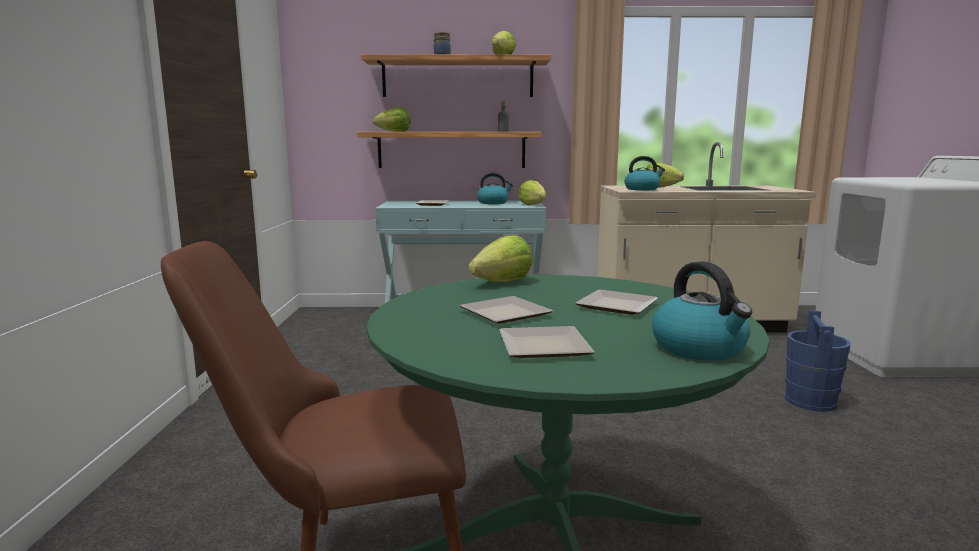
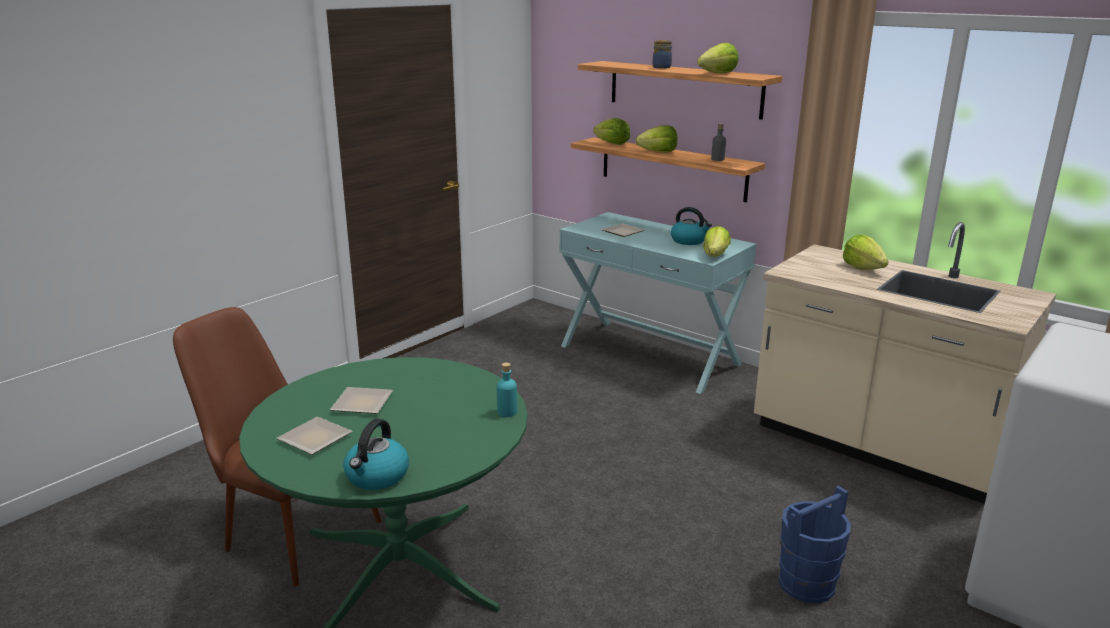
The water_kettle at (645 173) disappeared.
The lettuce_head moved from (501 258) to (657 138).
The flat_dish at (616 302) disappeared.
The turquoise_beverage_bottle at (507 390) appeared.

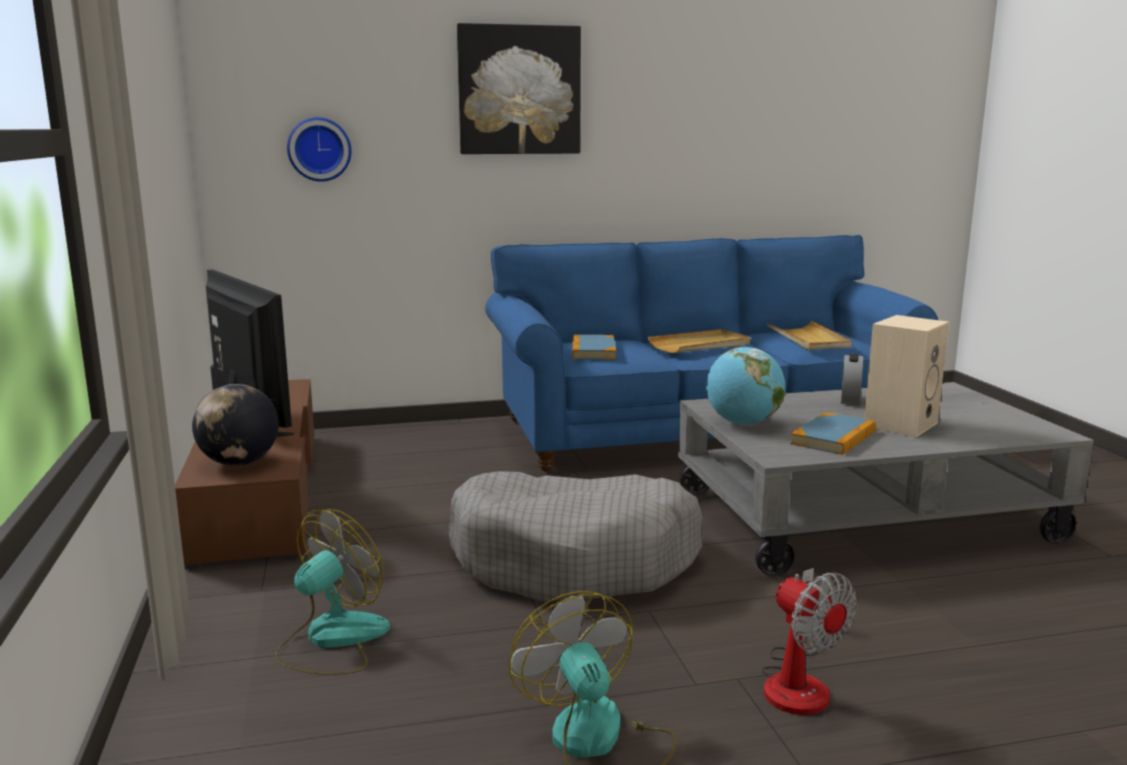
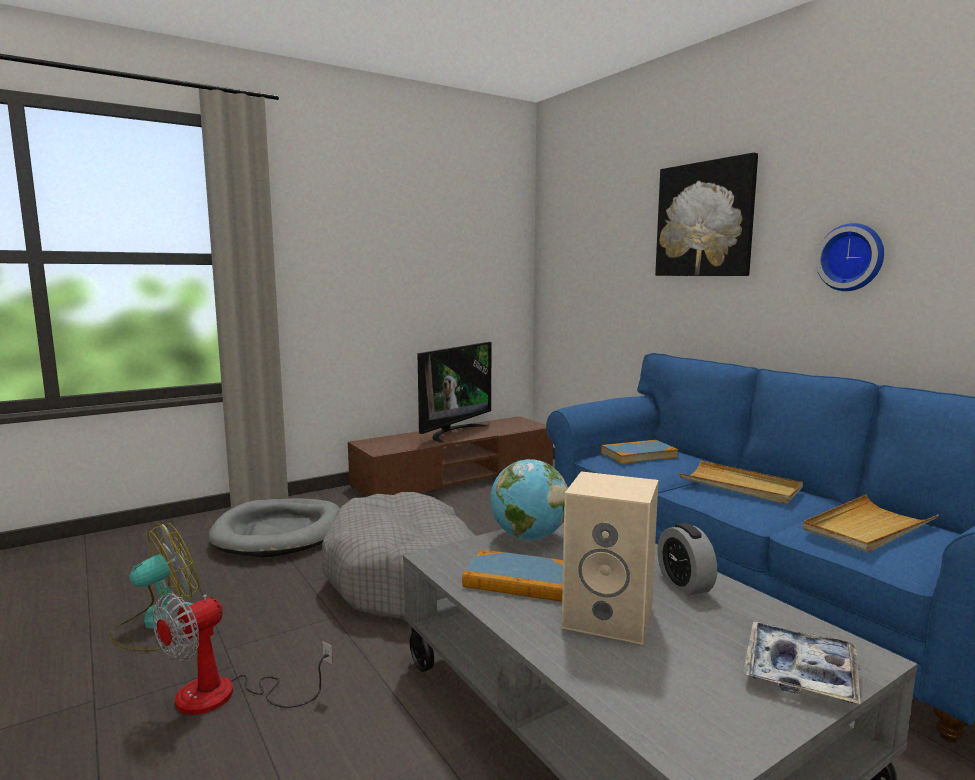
The wall_clock moved from (319 149) to (850 257).
The alarm_clock at (852 379) turned 75 degrees clockwise.
The desk_globe at (235 425) disappeared.
The cooling_fan at (332 592) was replaced by the greyish_dog_cushion at (274 527).
The carrying_tray at (802 662) appeared.

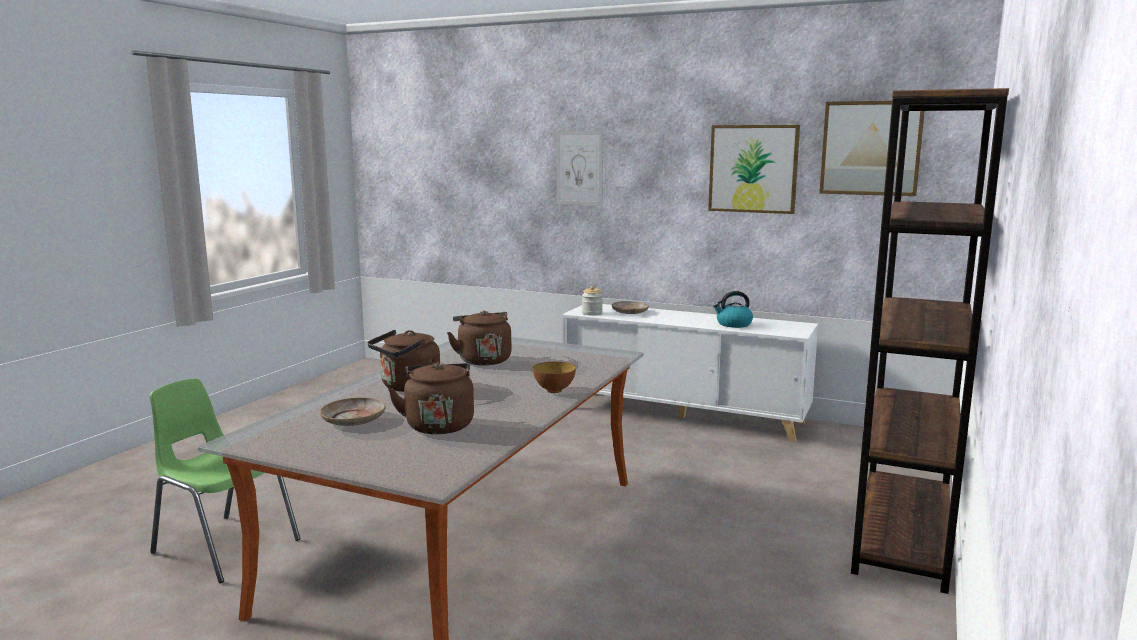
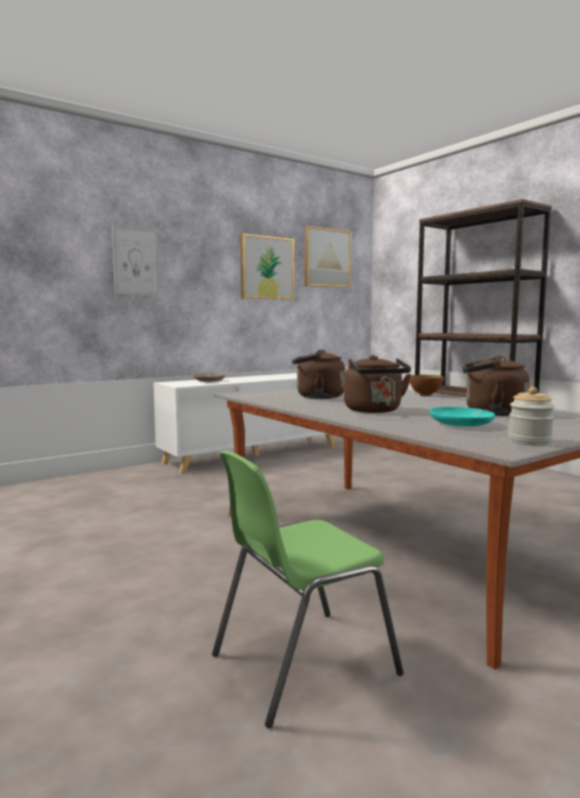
The storage_jar moved from (592 300) to (531 416).
The water_kettle at (733 309) disappeared.
The beige-coloured_flat_dish at (353 411) became the turquoise_flat_dish at (462 417).

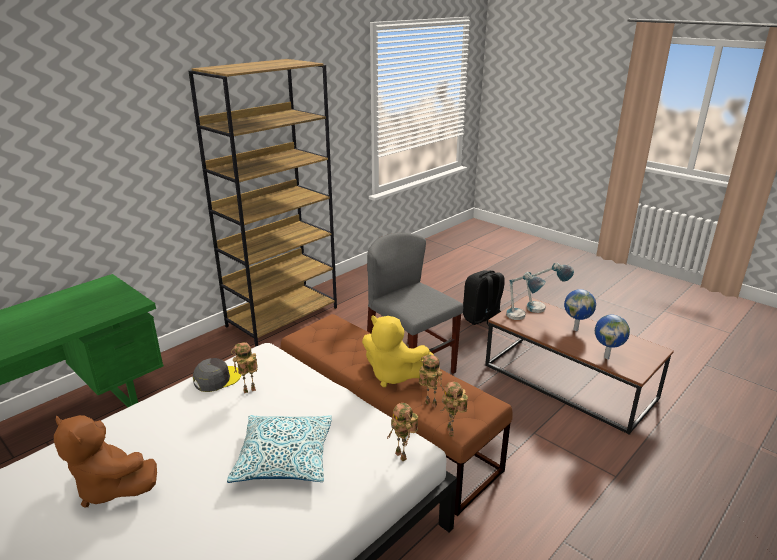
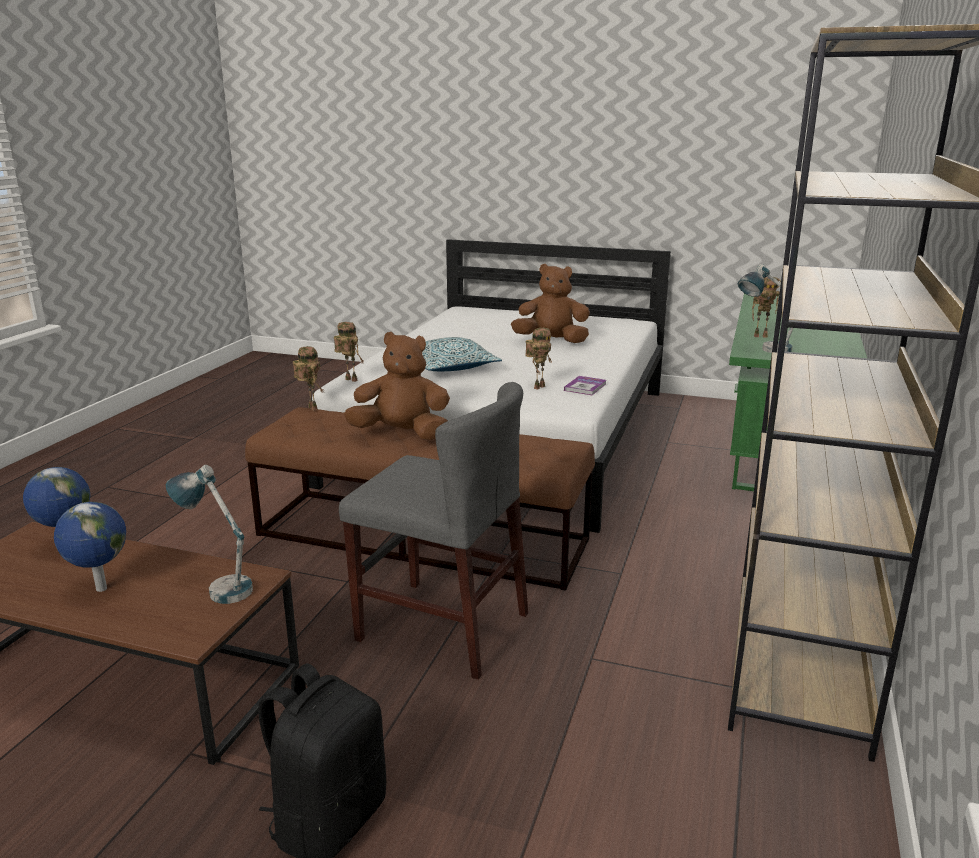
The tabletop_lamp moved from (550 288) to (765 308).
The yellow-coloured_soft_toy at (397 351) became the brown-coloured_soft_toy at (397 386).
The toy_robot moved from (431 380) to (766 307).
The greyish_peaked_cap at (217 375) was replaced by the book at (585 385).

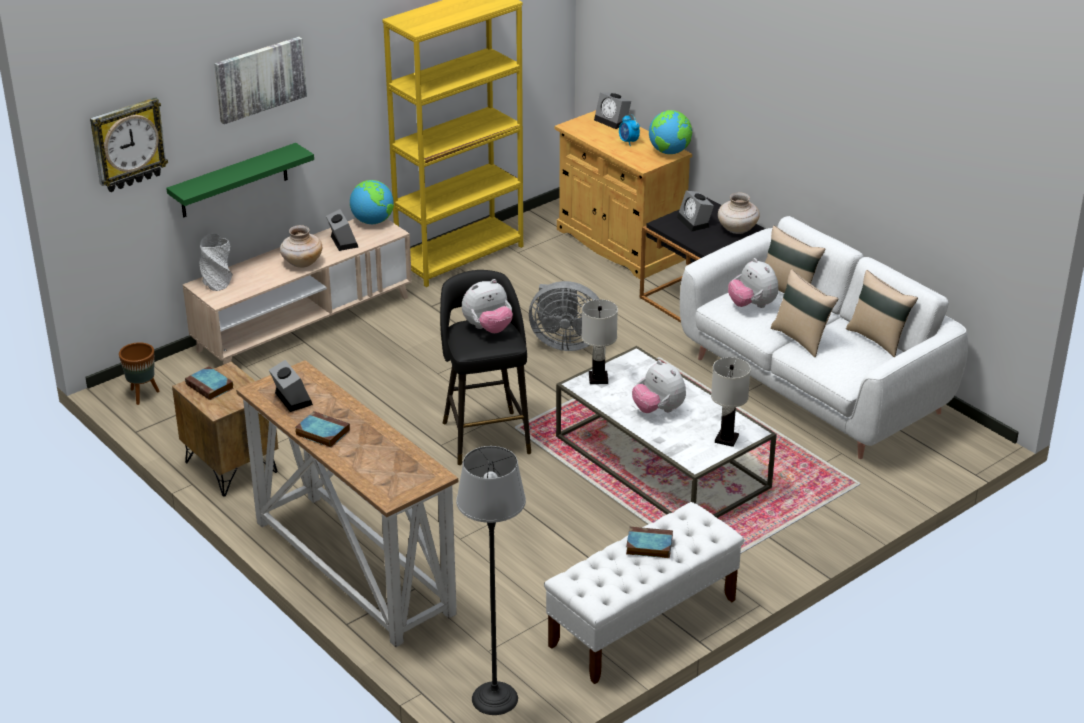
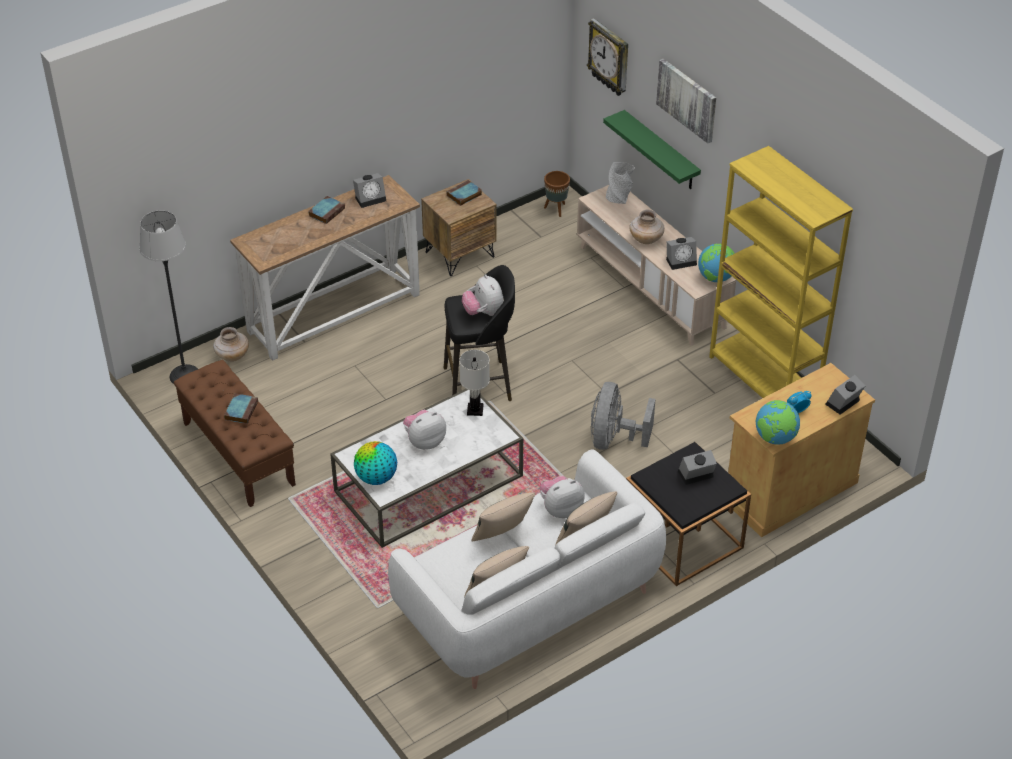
The beige-coloured_decorative_vase moved from (739 213) to (231 344).
The white-coloured_tabletop_lamp at (731 402) was replaced by the desk_globe at (375 463).
The white-coloured_long_seat at (644 593) became the brown-coloured_long_seat at (235 433).

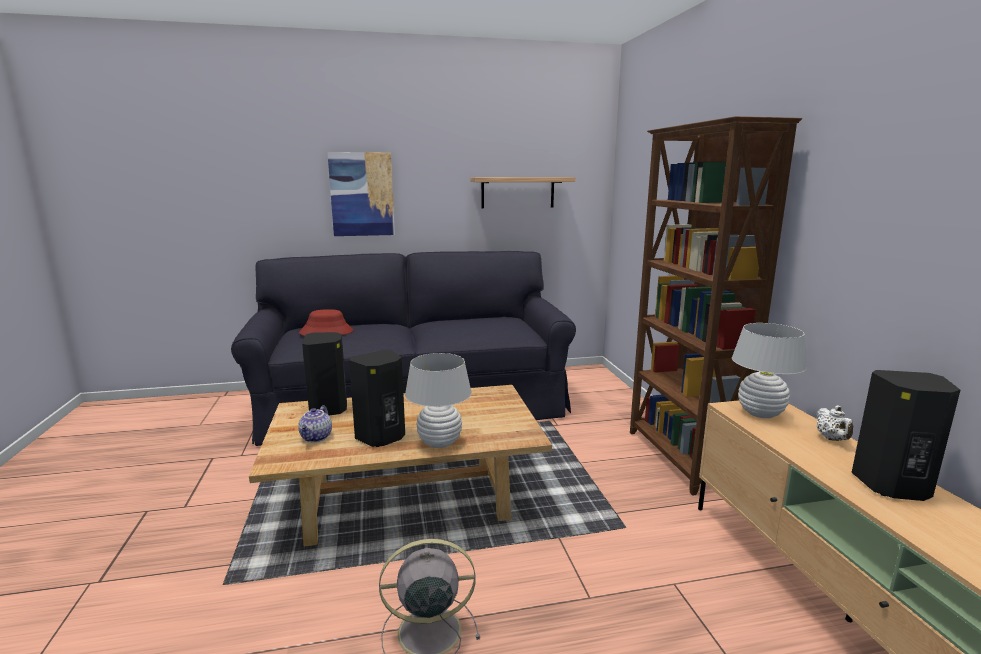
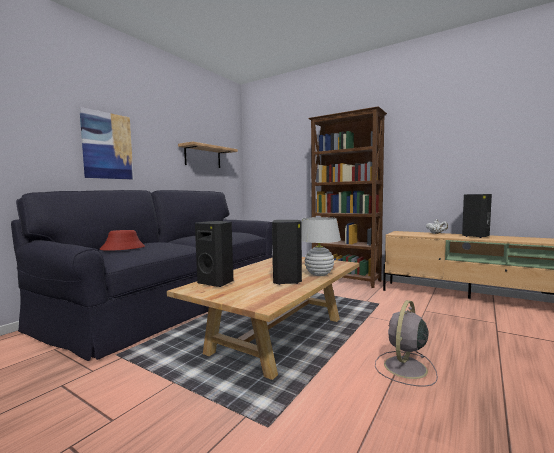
The white-coloured_tabletop_lamp at (769 370) disappeared.
The tea_pot at (315 423) disappeared.

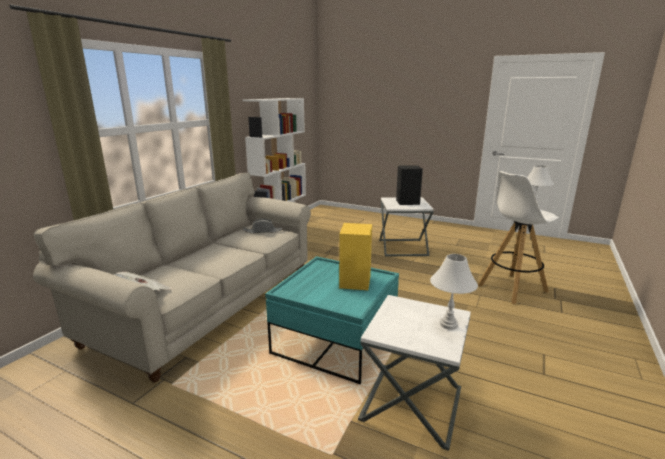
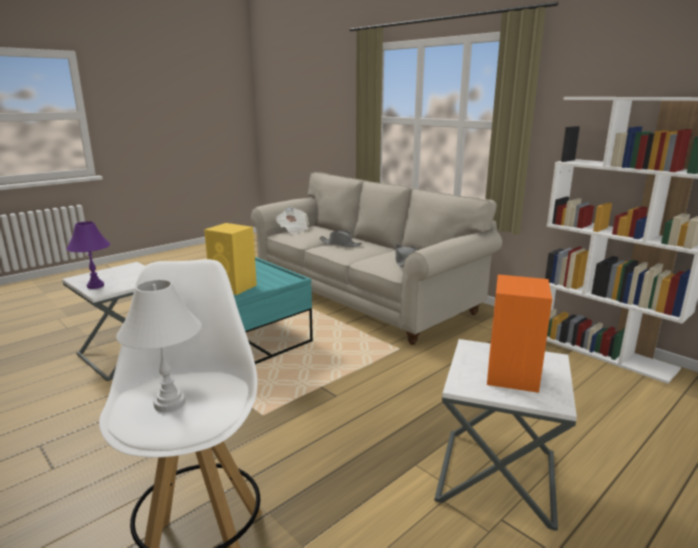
The blackish_audio_speaker at (409 185) became the orange_audio_speaker at (519 333).
The white-coloured_tabletop_lamp at (454 292) became the purplish_tabletop_lamp at (88 255).
The greyish_hat at (340 238) appeared.

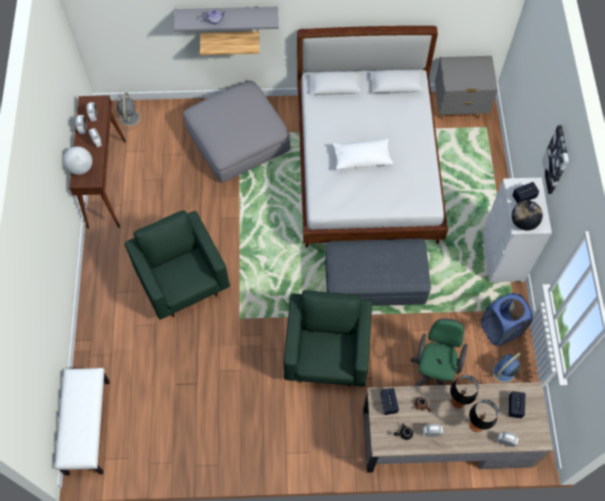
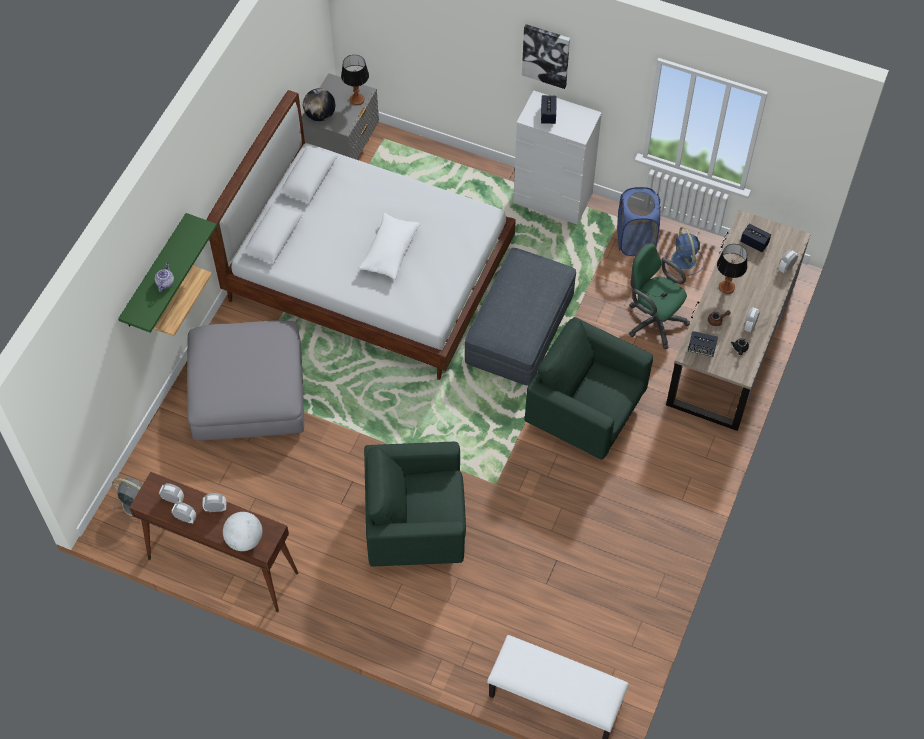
The greyish_bracket_shelf at (226 19) became the green-coloured_bracket_shelf at (167 273).
The desk_globe moved from (527 215) to (319 104).
The tabletop_lamp moved from (483 416) to (355 80).

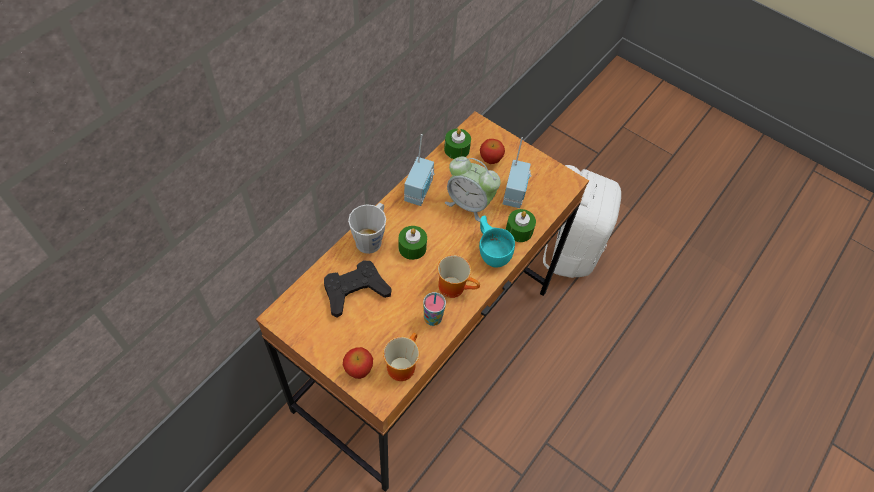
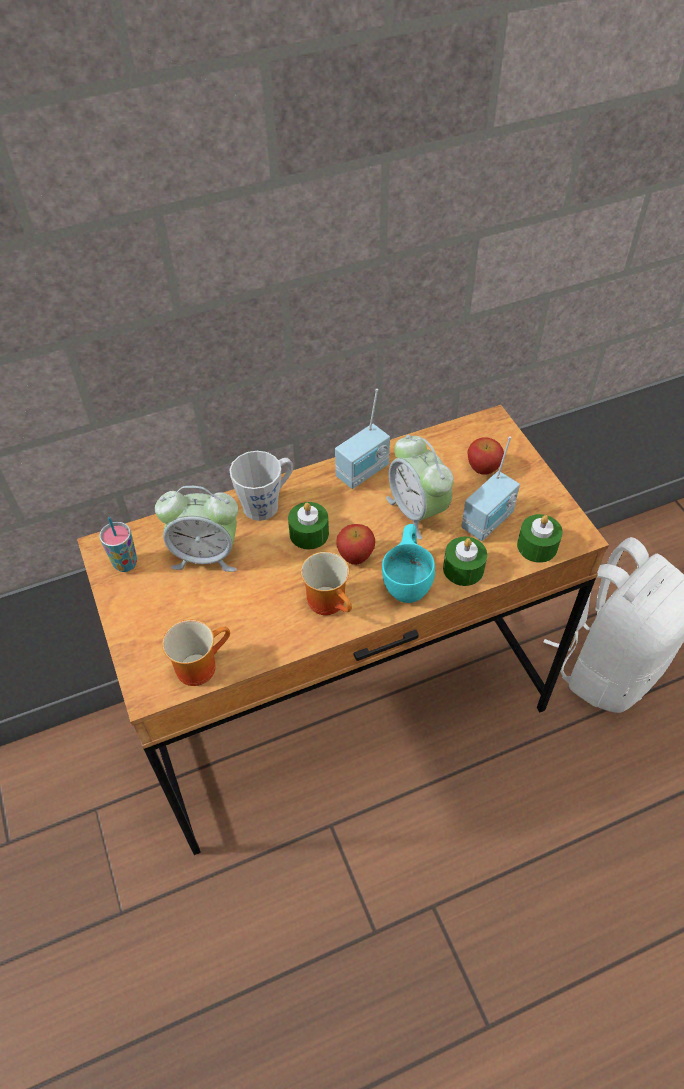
The green-coloured_wax_light moved from (457 143) to (540 538).
The blackish_game_controller at (358 289) was replaced by the alarm_clock at (196 529).
The drinking_cup moved from (434 309) to (118 544).
The apple moved from (358 363) to (355 544).

